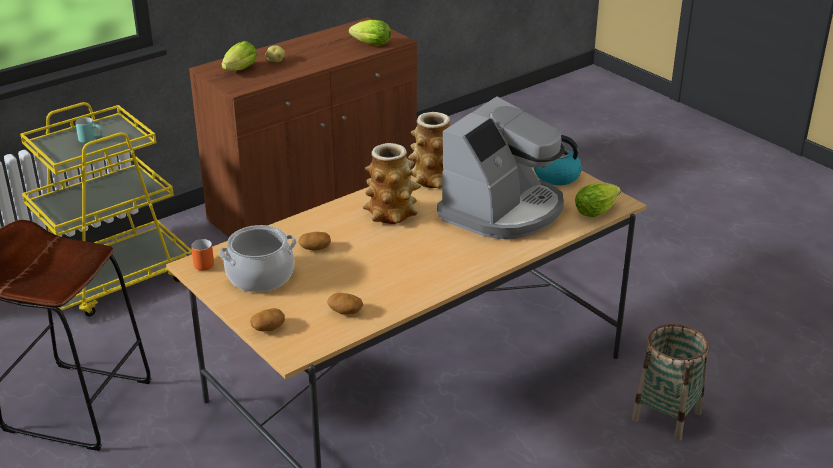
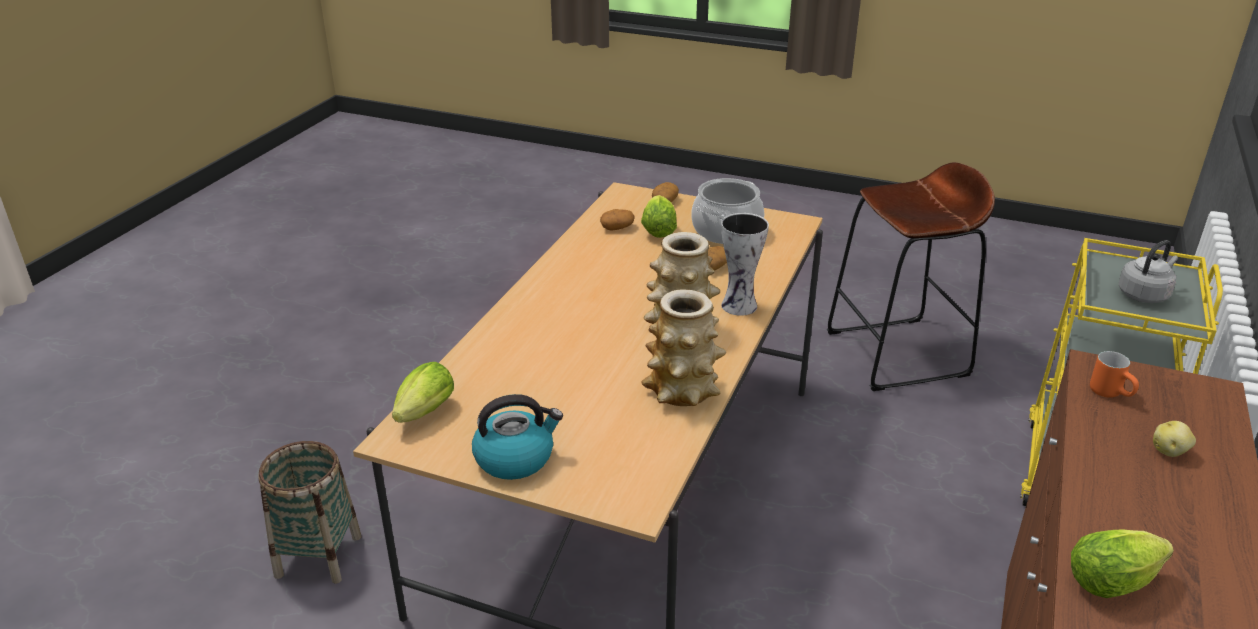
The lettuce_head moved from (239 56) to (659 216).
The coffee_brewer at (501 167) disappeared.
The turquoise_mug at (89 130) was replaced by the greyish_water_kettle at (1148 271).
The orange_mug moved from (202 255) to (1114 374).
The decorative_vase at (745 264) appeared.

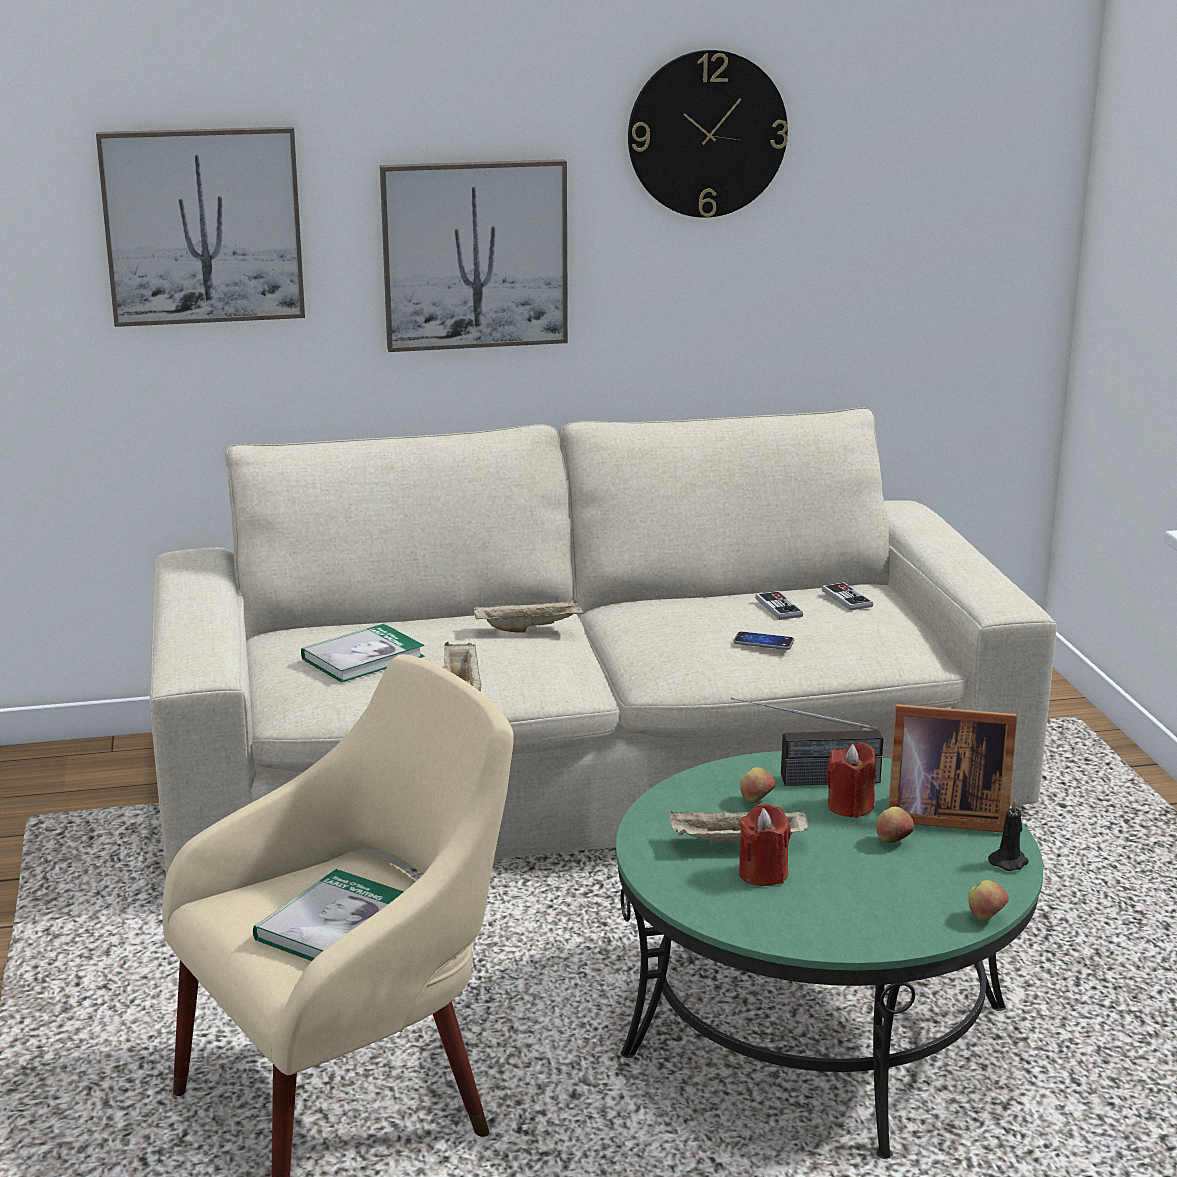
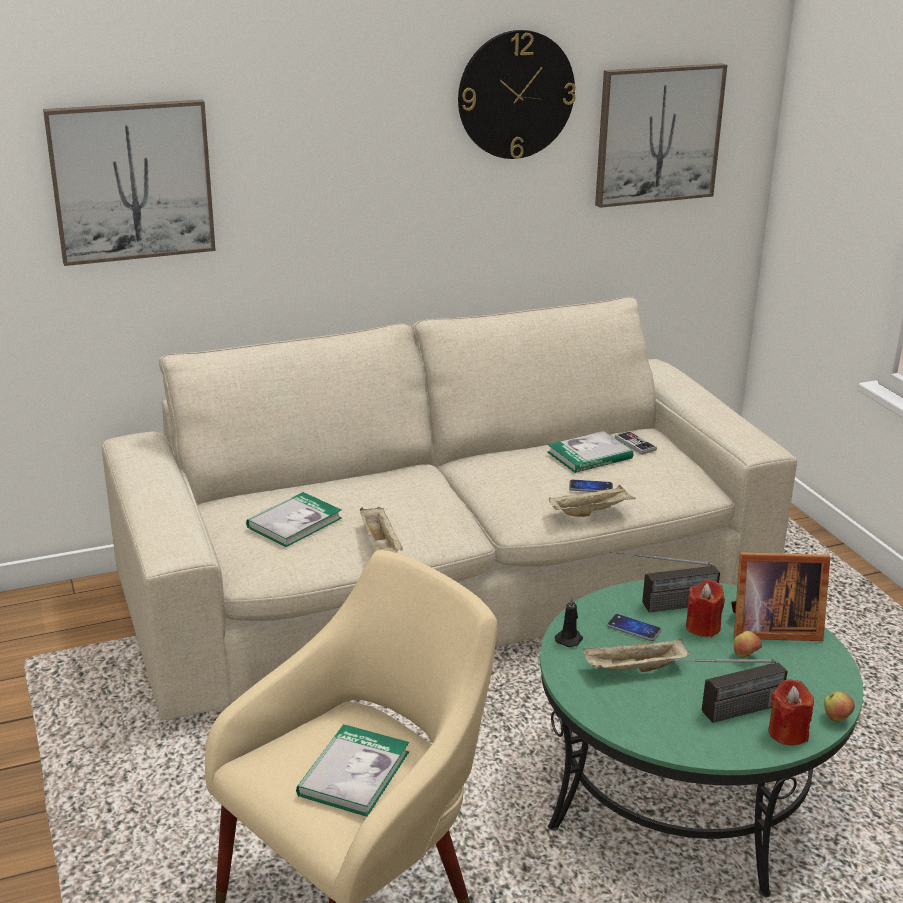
The wall_art moved from (474 255) to (661 135).
The game_controller at (779 605) was replaced by the book at (590 452).
The beige-coloured_carrying_tray moved from (529 615) to (592 501).
The apple at (758 785) was replaced by the telephone at (634 627).
The blackish_wax_light moved from (1008 835) to (569 622).
The red_wax_light moved from (765 845) to (791 712).
The radio_set at (729 691) appeared.

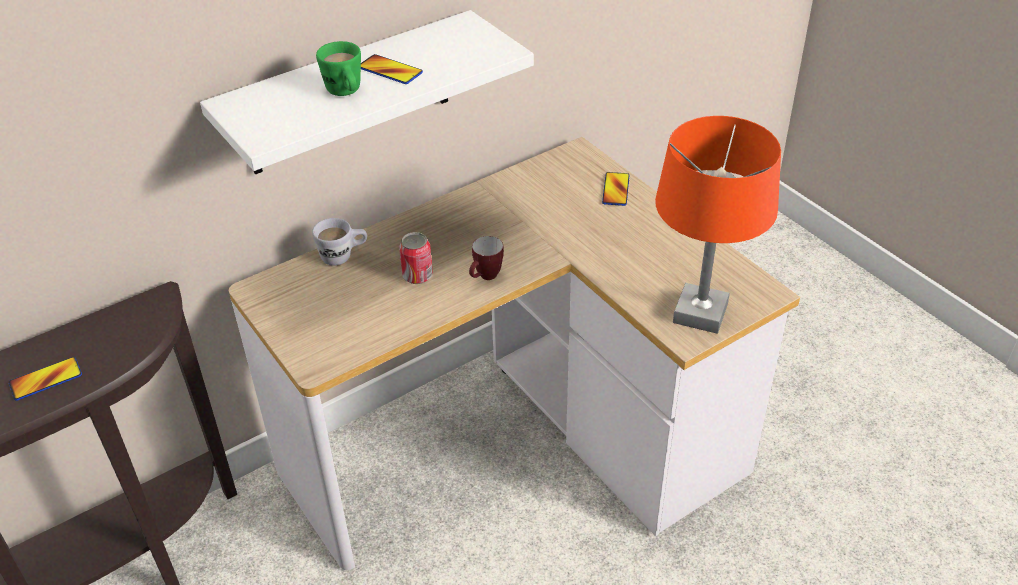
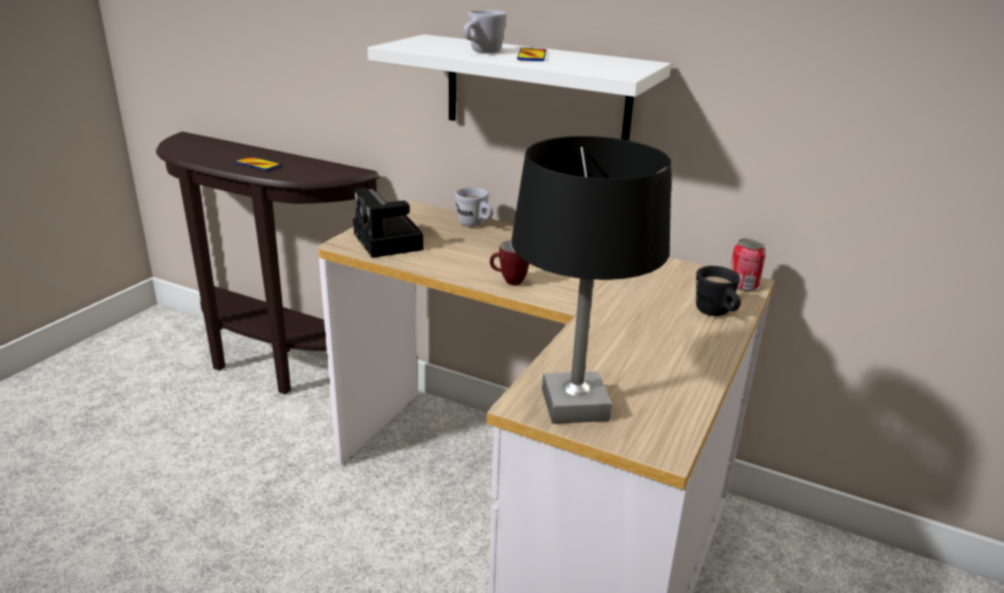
The green-coloured_mug at (338 68) became the white-coloured_mug at (485 31).
The orange_tabletop_lamp at (718 225) became the blackish_tabletop_lamp at (592 280).
The telephone at (615 189) was replaced by the blackish_mug at (718 291).
The sealed_can moved from (416 258) to (748 264).
The photo_camera at (388 222) appeared.

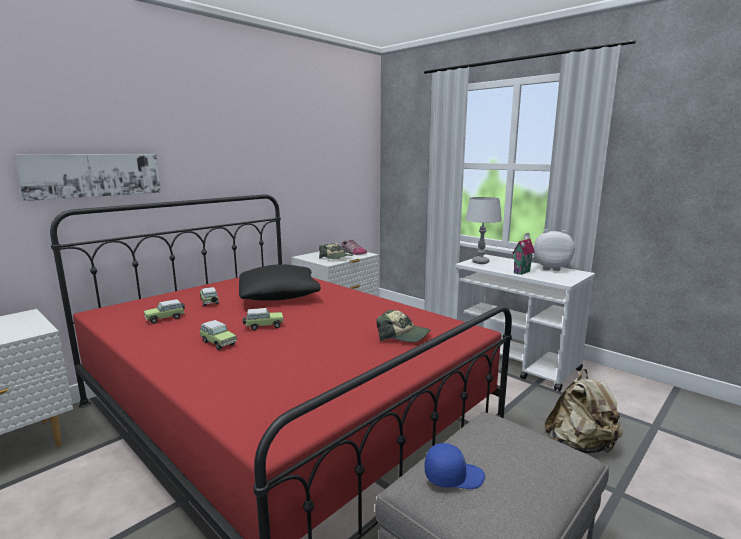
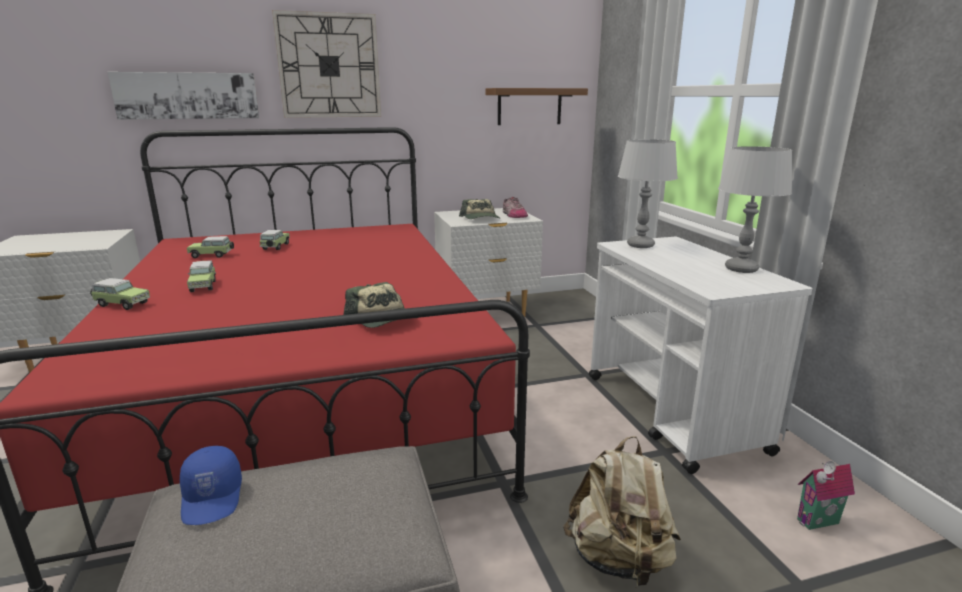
The soft_toy at (554 250) was replaced by the greyish_tabletop_lamp at (755 209).
The miniature_house moved from (523 254) to (826 495).
The blackish_pillow at (280 282) disappeared.
The miniature_car moved from (263 319) to (120 294).
The bluish_peaked_cap at (455 466) turned 45 degrees clockwise.
The wall_clock at (326 64) appeared.
The brown-coloured_bracket_shelf at (537 106) appeared.

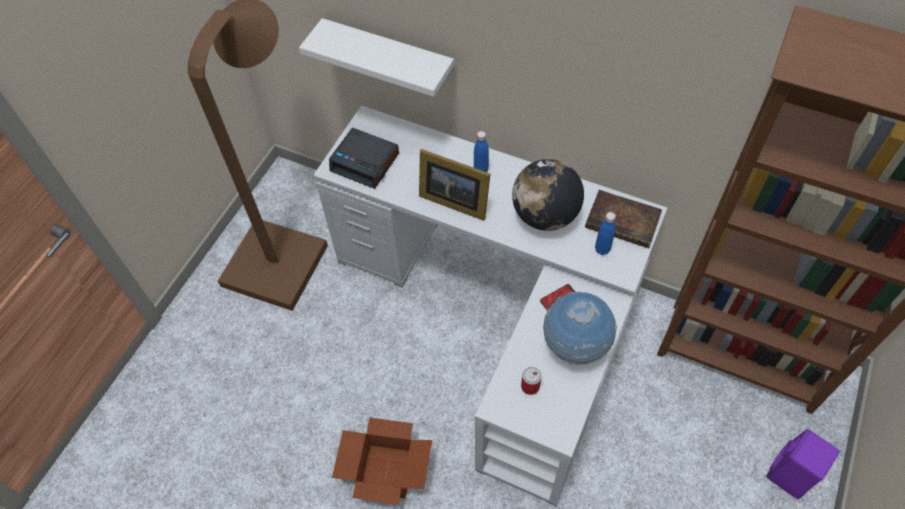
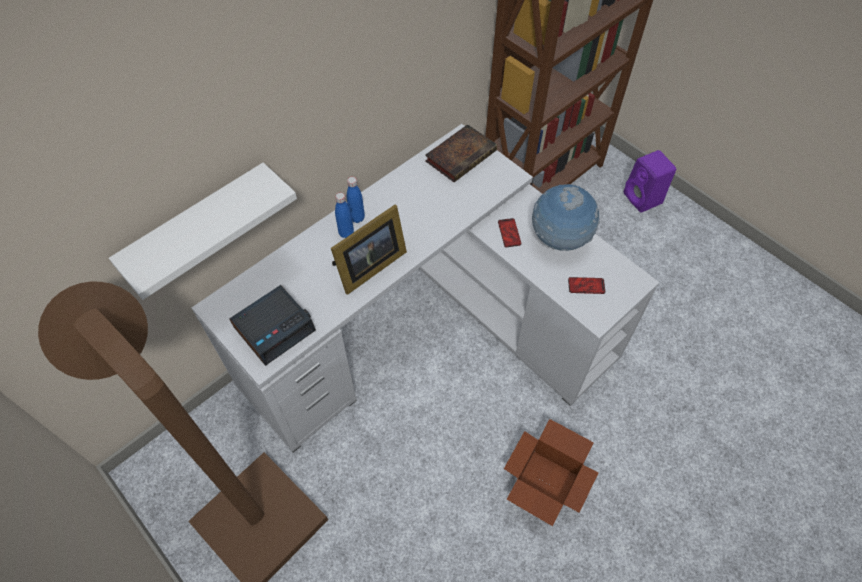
The desk_globe at (548 195) disappeared.
The bluish_beverage_bottle moved from (605 233) to (356 200).
The sealed_can at (531 381) was replaced by the telephone at (586 285).

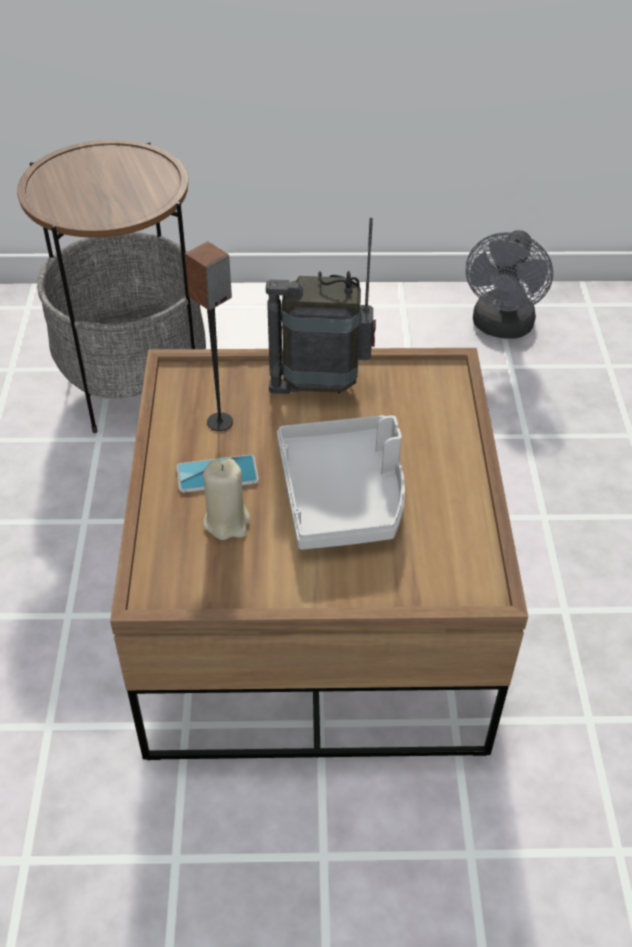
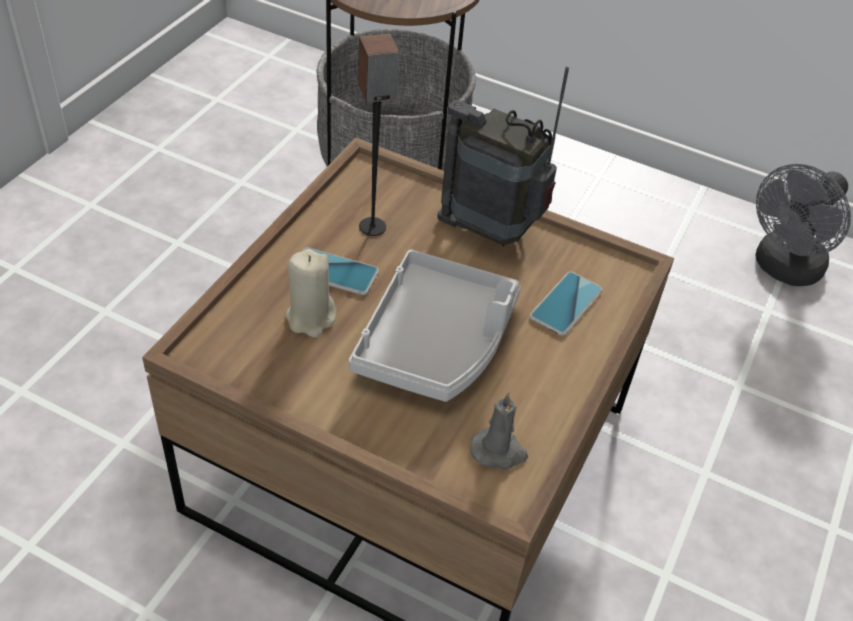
The telephone at (566 304) appeared.
The greyish_wax_light at (499 431) appeared.

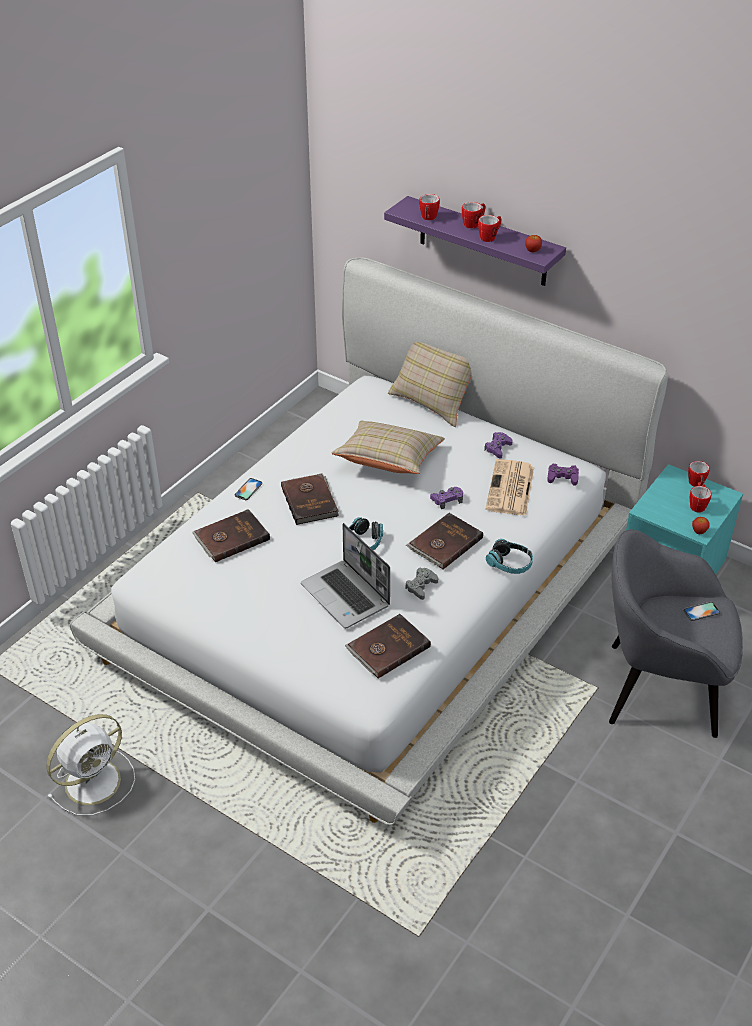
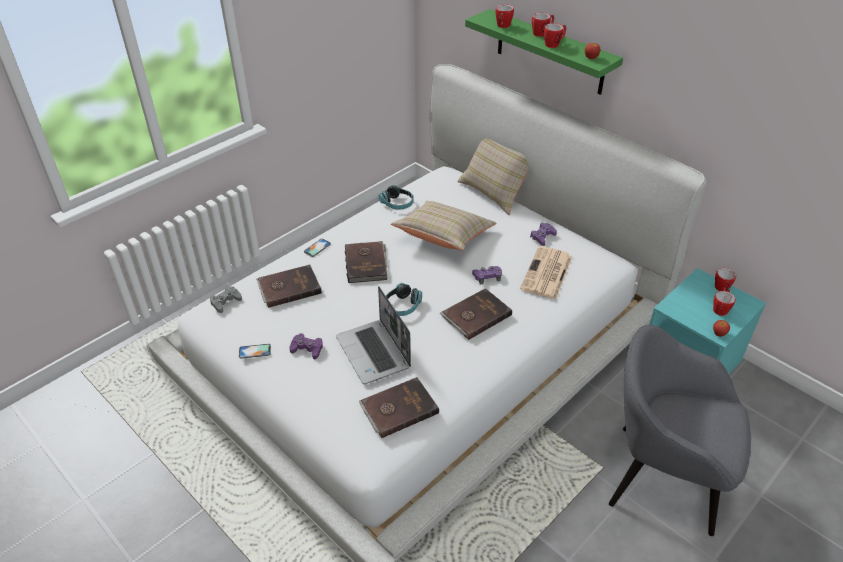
The purplish_bracket_shelf at (475 241) became the green-coloured_bracket_shelf at (544 52).
The purplish_game_controller moved from (563 475) to (306 346).
The pair_of_headphones moved from (509 556) to (396 197).
The greyish_game_controller moved from (421 584) to (226 299).
The telephone moved from (701 611) to (255 351).
The white-coloured_cooling_fan at (91 765) disappeared.

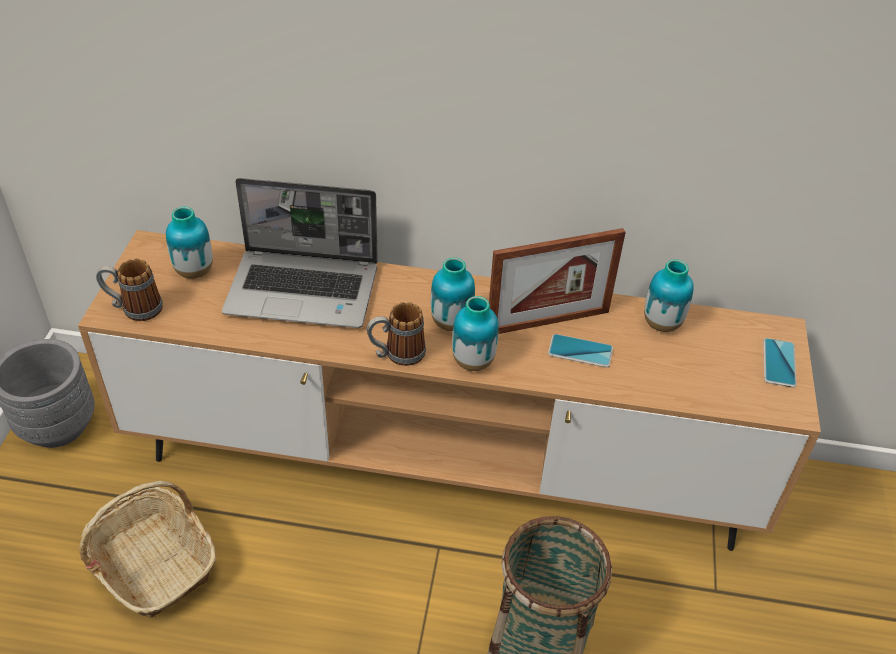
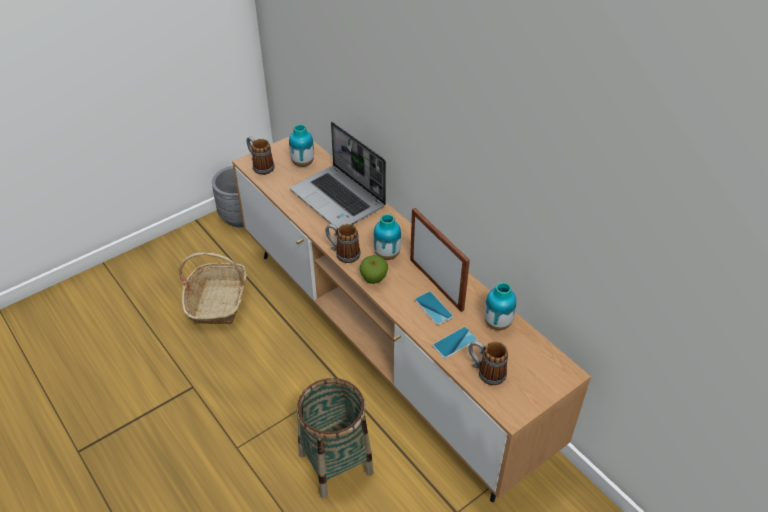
The standing_frame at (557 281) turned 150 degrees counterclockwise.
The decorative_vase at (475 333) was replaced by the apple at (374 269).
The telephone moved from (780 363) to (455 343).
The mug at (488 363) appeared.

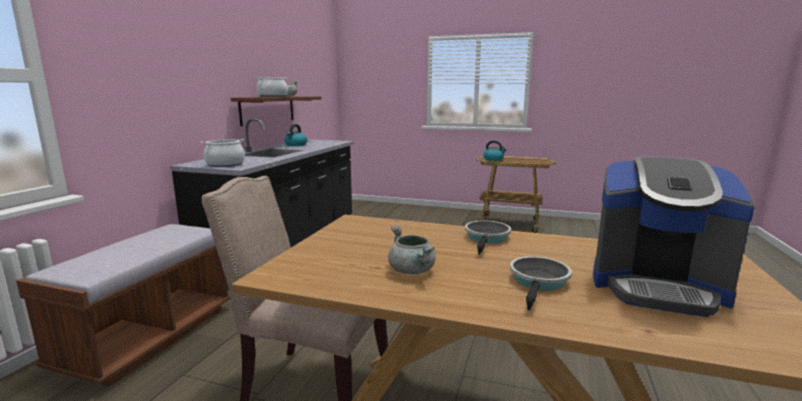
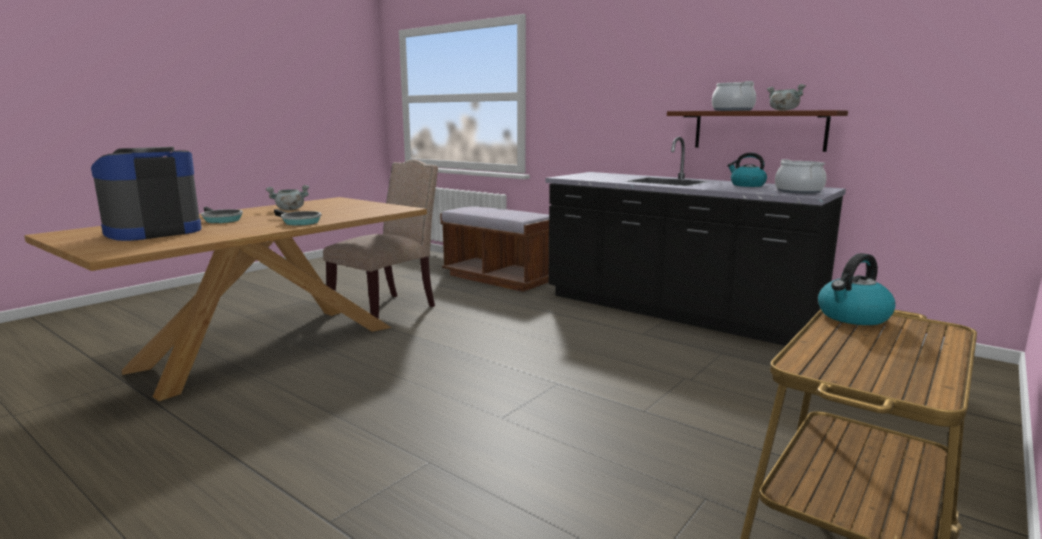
The stockpot moved from (223 153) to (800 176).

